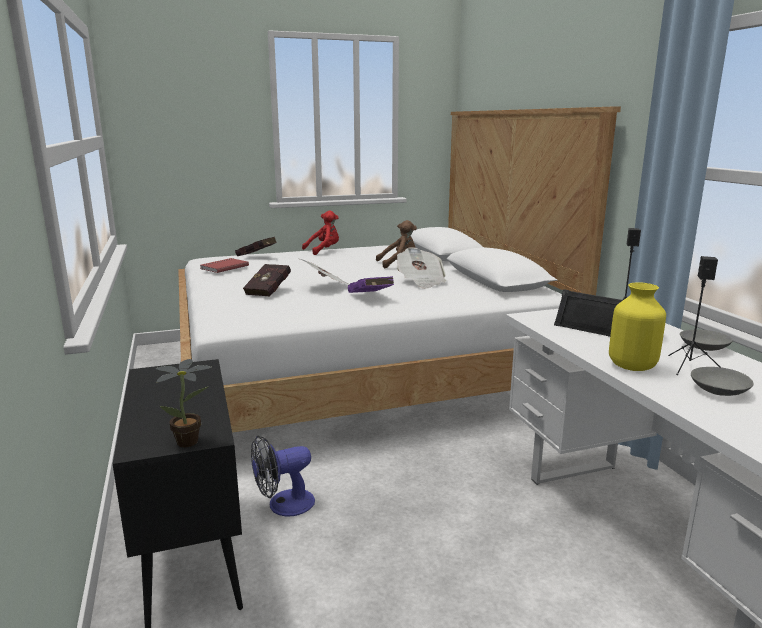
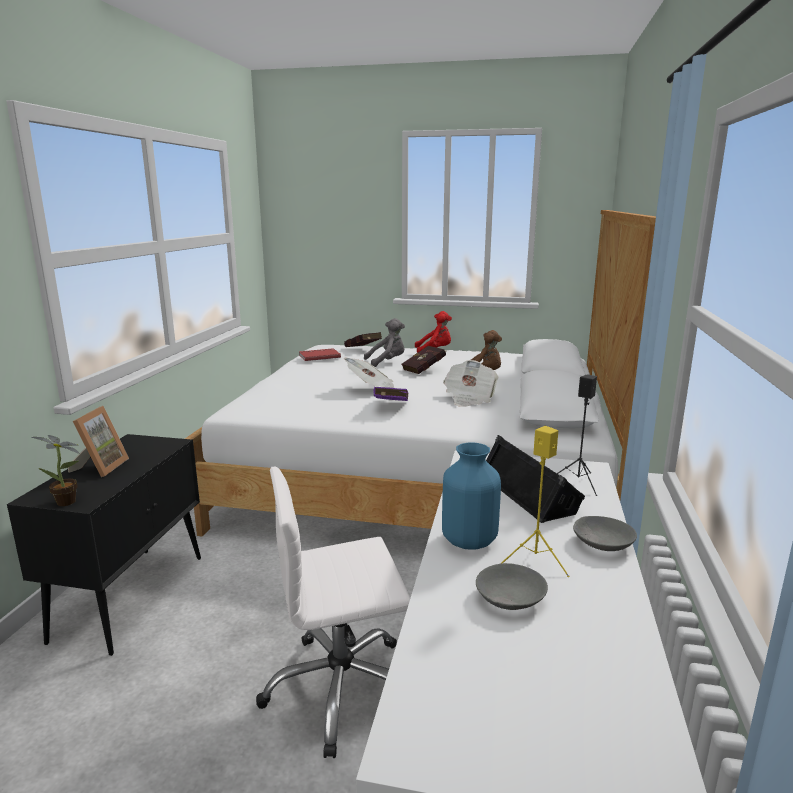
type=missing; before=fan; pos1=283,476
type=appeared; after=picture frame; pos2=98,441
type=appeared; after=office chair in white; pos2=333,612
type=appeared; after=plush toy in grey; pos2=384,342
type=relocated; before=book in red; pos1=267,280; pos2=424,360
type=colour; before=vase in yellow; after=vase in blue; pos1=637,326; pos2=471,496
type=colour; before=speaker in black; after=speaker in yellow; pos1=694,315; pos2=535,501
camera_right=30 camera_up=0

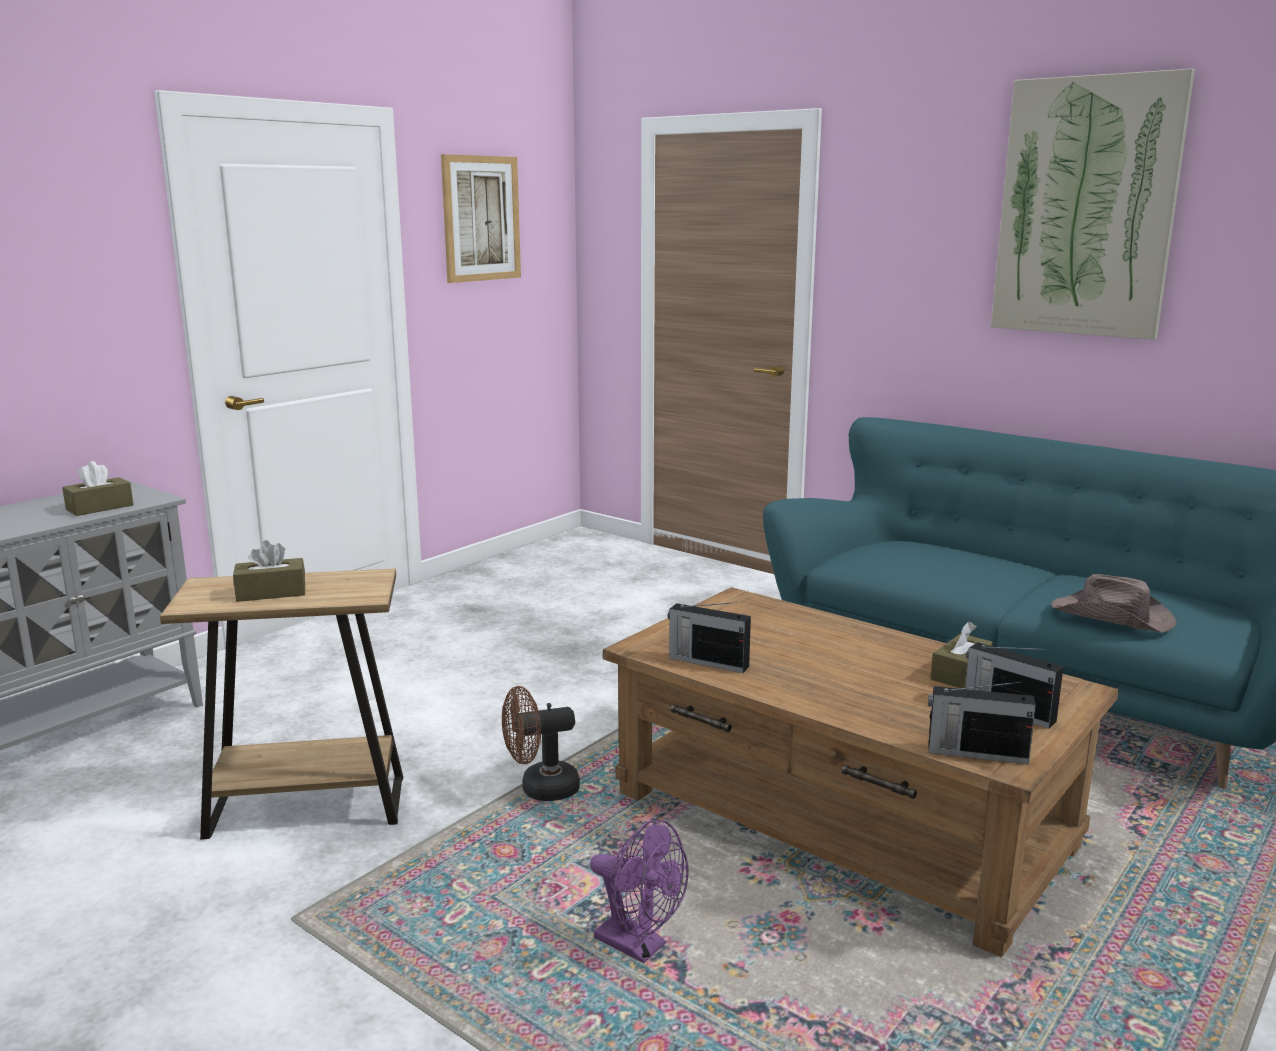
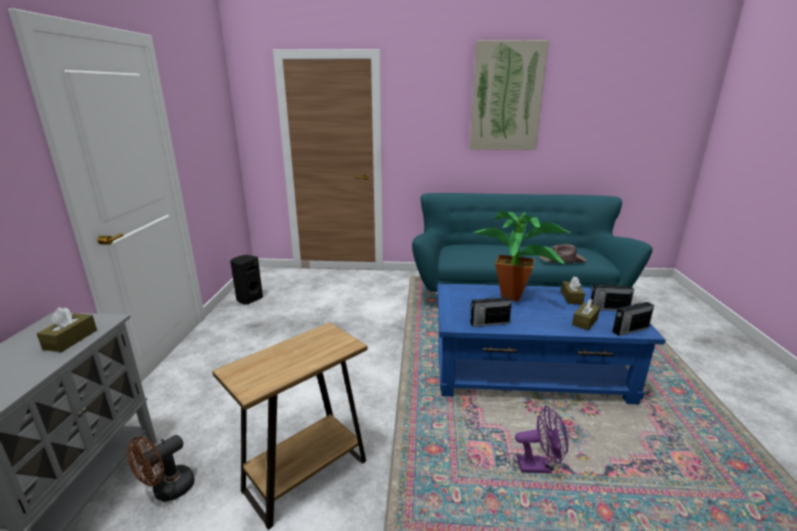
type=missing; before=picture; pos1=481,218
type=appeared; after=speaker in black; pos2=246,280
type=appeared; after=potted plant; pos2=522,256
type=relocated; before=tissue box in brown; pos1=269,571; pos2=586,314
type=relocated; before=fan in brown; pos1=541,743; pos2=161,468
type=colour; before=coffee table in brown; after=coffee table in blue; pos1=861,772; pos2=551,344
camera_right=-35 camera_up=5

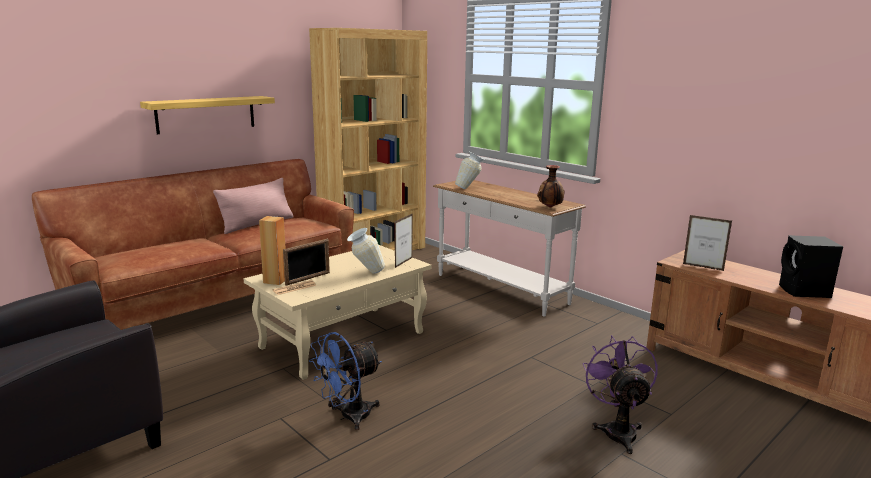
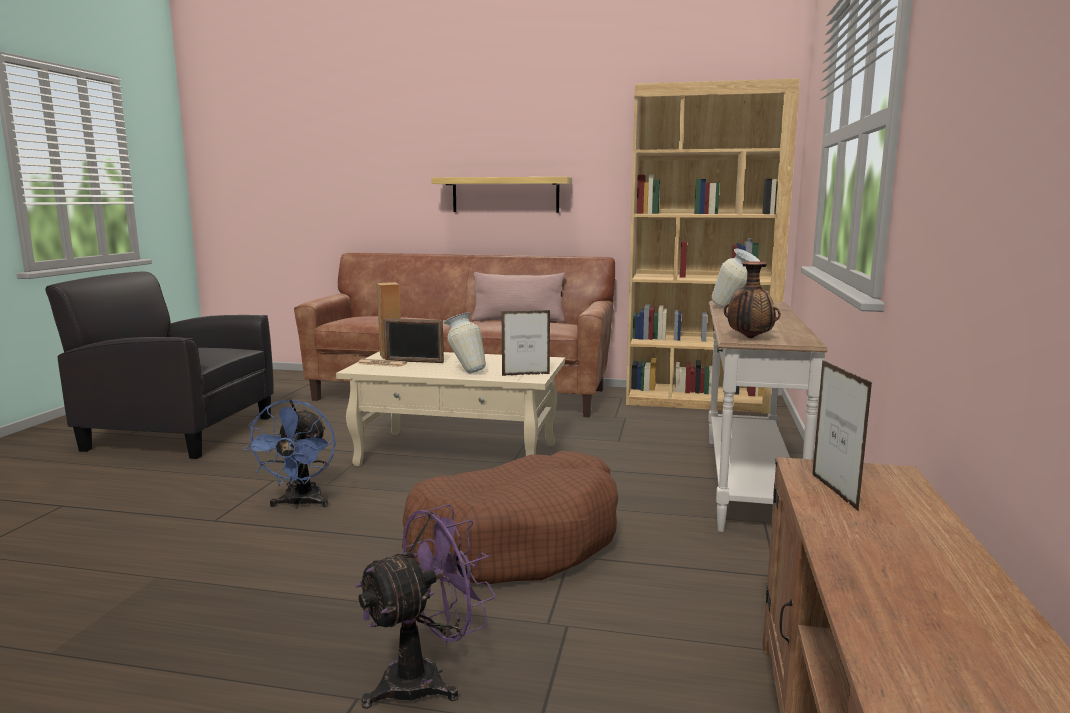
type=missing; before=speaker in black; pos1=811,266
type=appeared; after=dog bed in brown; pos2=510,517
type=spun; before=fan in blue; pos1=345,381; pos2=289,454; turn=-105
camera_right=55 camera_up=-5

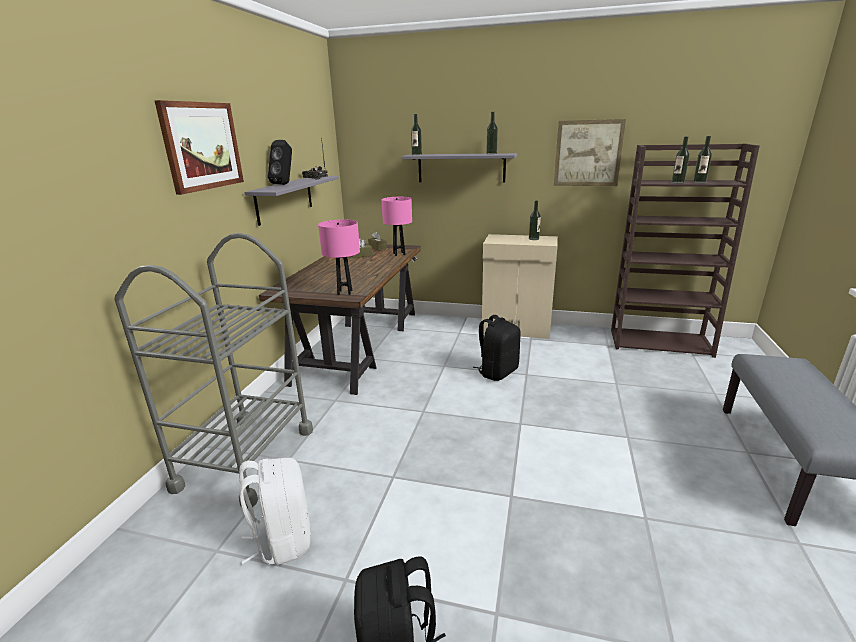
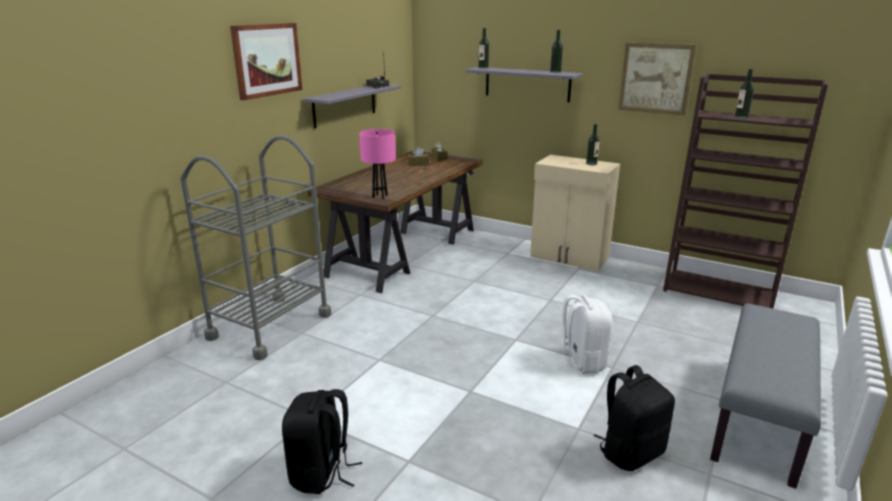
type=missing; before=speaker in black; pos1=280,162
type=missing; before=table lamp in pink; pos1=396,226
type=missing; before=bottle; pos1=702,159
type=relocated; before=backpack in white; pos1=275,511; pos2=581,334
type=relocated; before=backpack in black; pos1=497,348; pos2=634,418
camera_right=15 camera_up=0

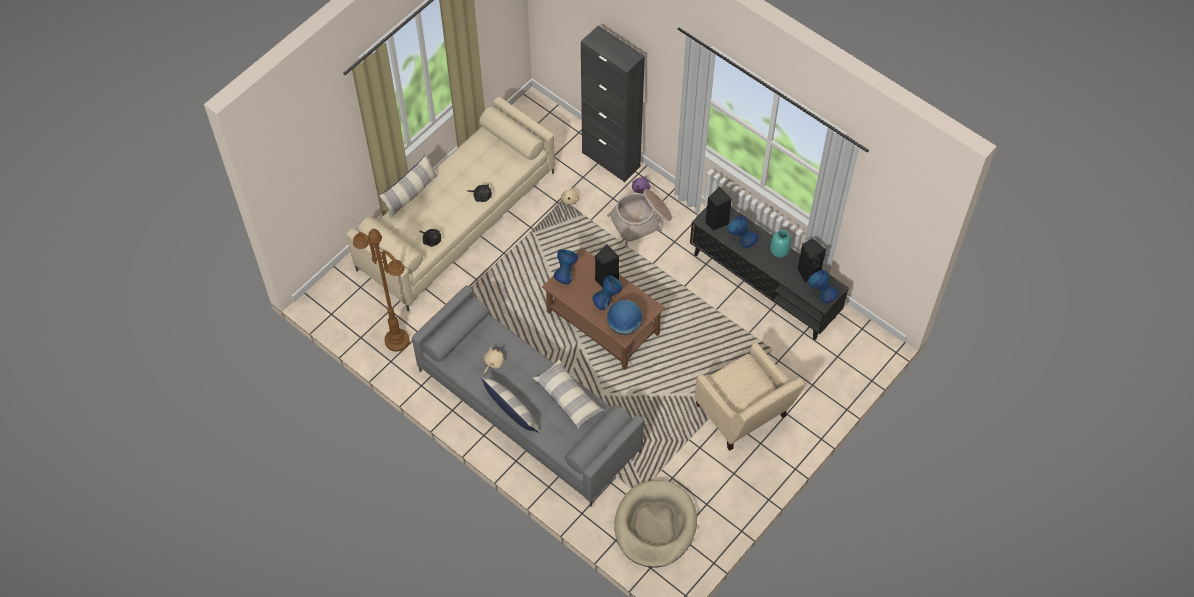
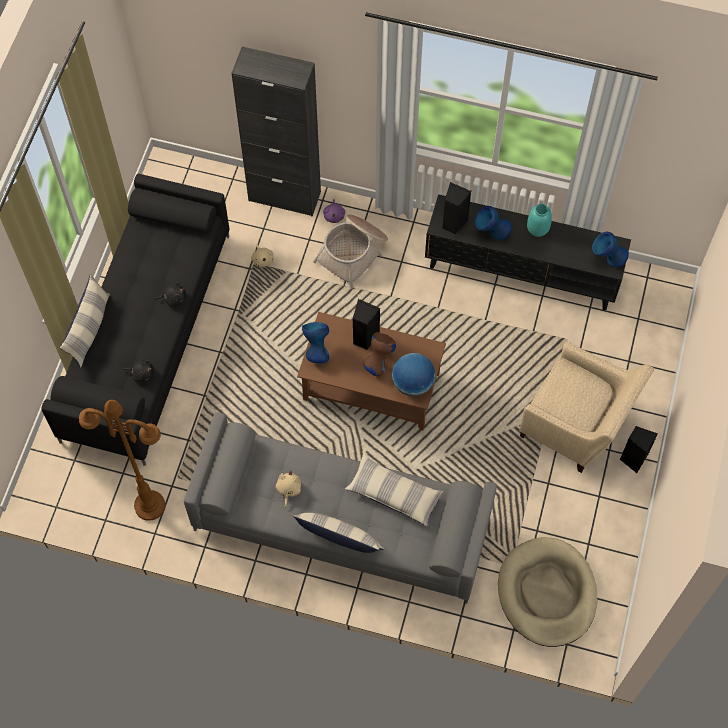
type=relocated; before=speaker in black; pos1=811,260; pos2=639,449
type=colour; before=sofa in beige; after=sofa in black; pos1=450,204; pos2=135,320
type=colour; before=vase in blue; after=vase in brown; pos1=608,292; pos2=379,354
camera_right=-25 camera_up=5

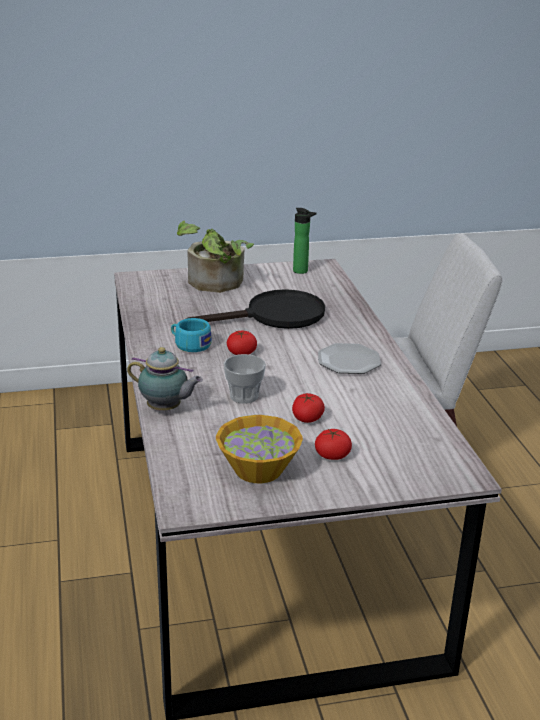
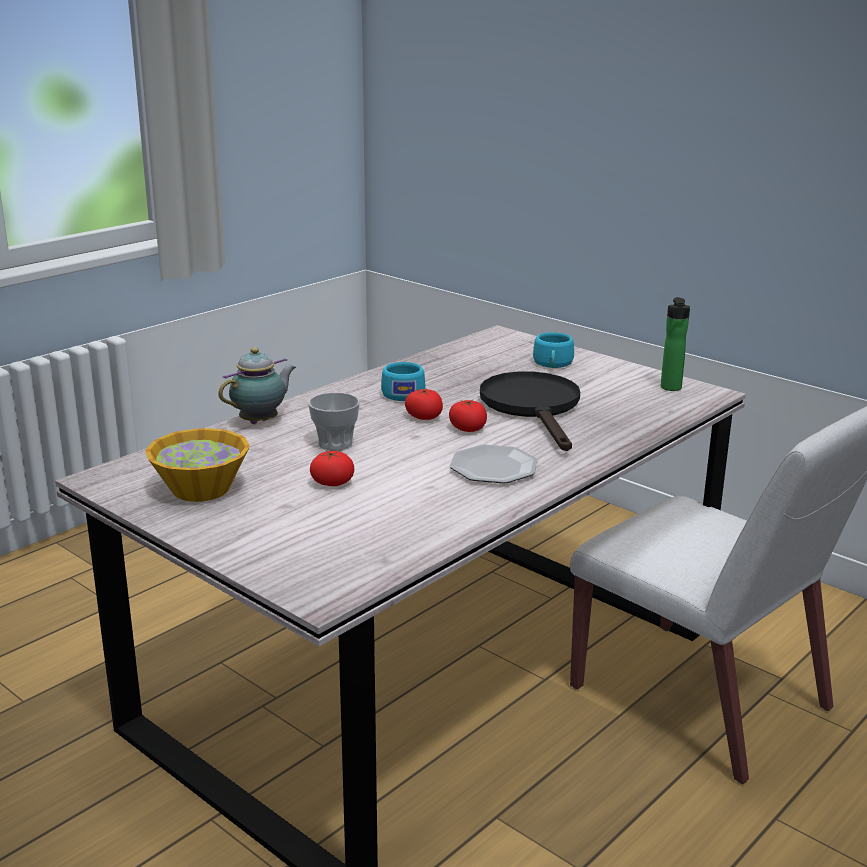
type=relocated; before=tomato; pos1=333,444; pos2=468,416
type=exchanged; before=potted plant; after=cup in turquoise; pos1=215,257; pos2=553,350
type=spun; before=teapot; pos1=165,379; pos2=257,385; turn=-120
type=spun; before=frying pan in black; pos1=255,309; pos2=530,411; turn=-135
camera_right=55 camera_up=-5

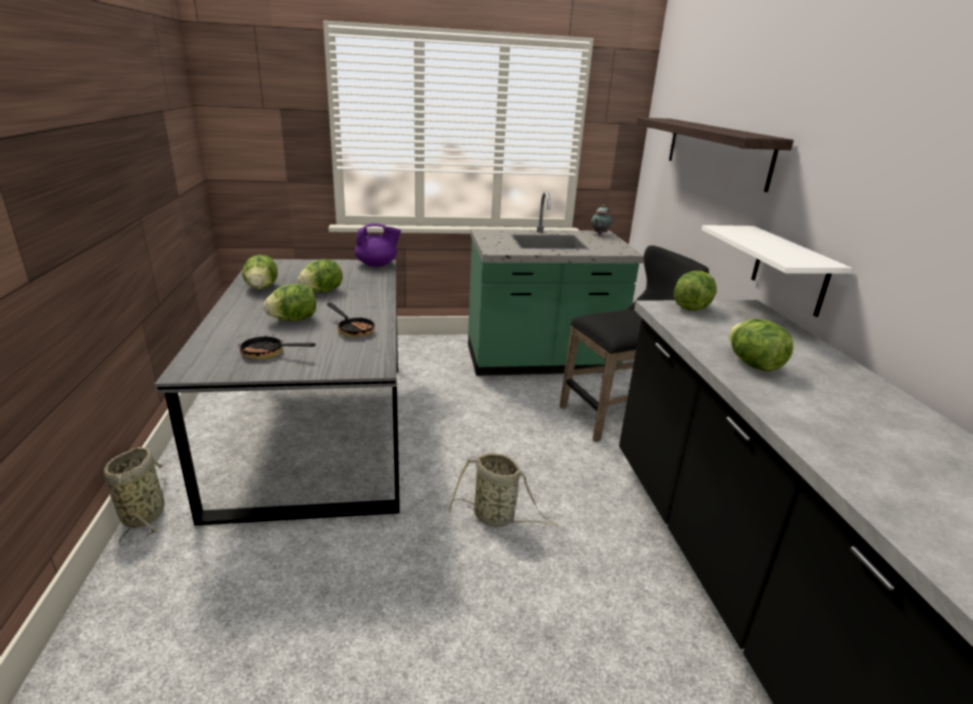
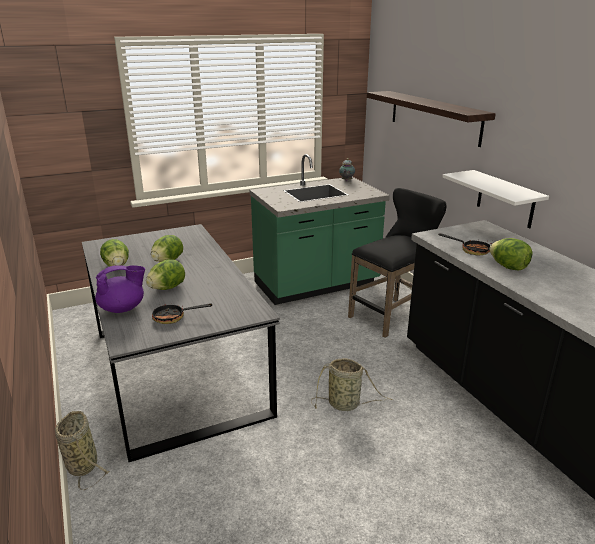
type=missing; before=lettuce; pos1=695,291
type=relocated; before=frying pan; pos1=351,320; pos2=465,244
type=relocated; before=teapot in purple; pos1=377,245; pos2=120,289
camera_right=-15 camera_up=0

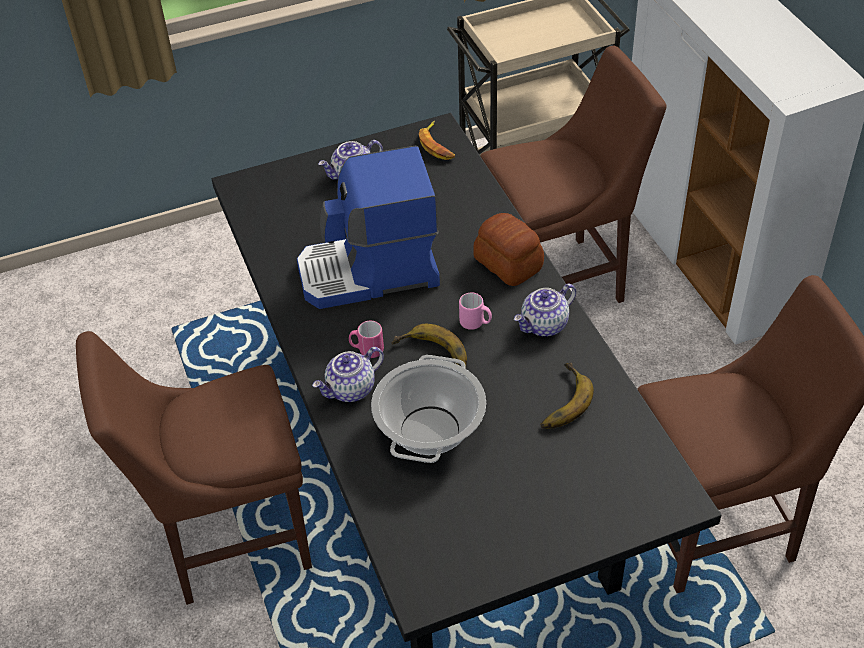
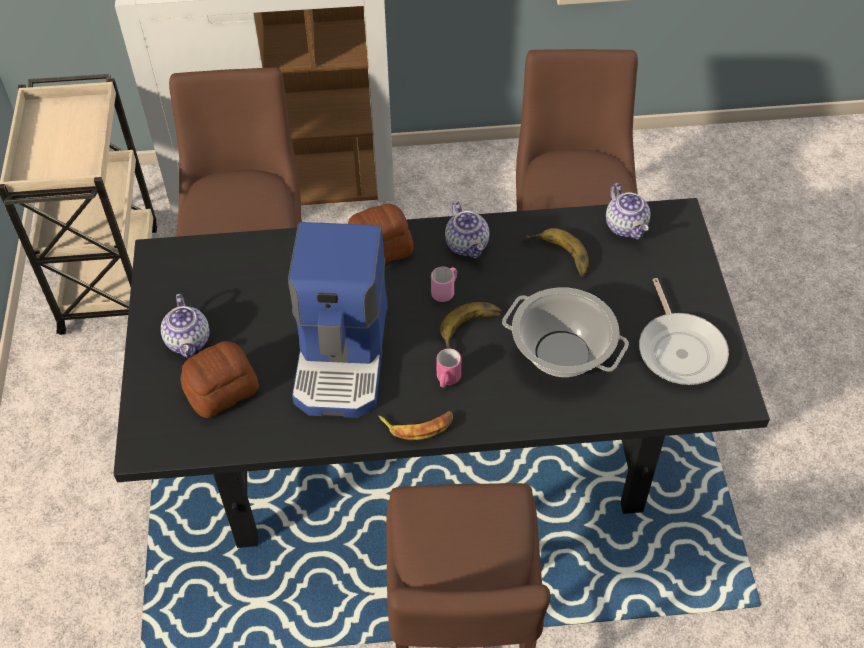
type=appeared; after=bread; pos2=220,379
type=appeared; after=frying pan; pos2=684,331
type=relocated; before=teapot; pos1=348,374; pos2=628,211
type=relocated; before=banana; pos1=437,140; pos2=415,425
camera_right=-75 camera_up=5

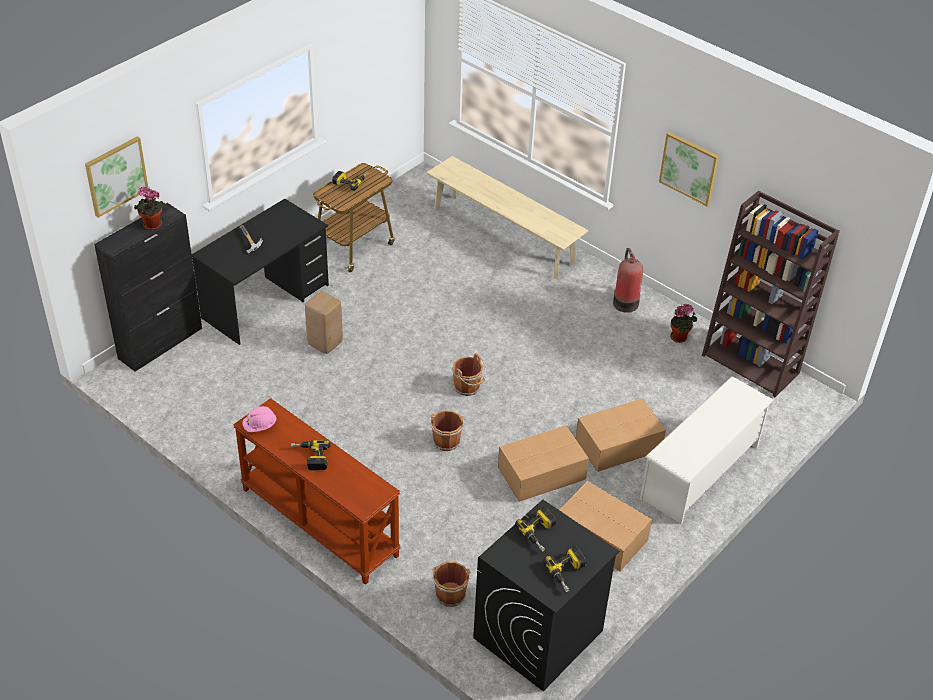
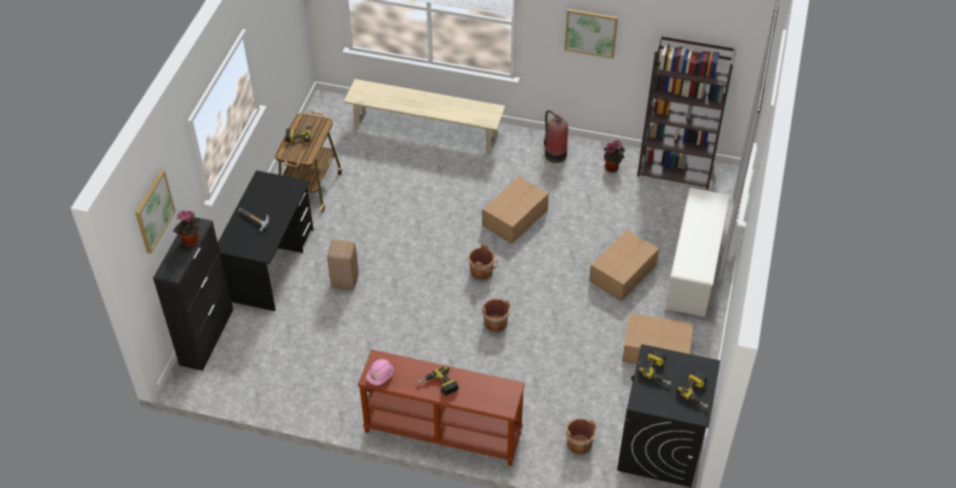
type=relocated; before=cardboard box; pos1=543,463; pos2=515,210
camera_right=-25 camera_up=5

